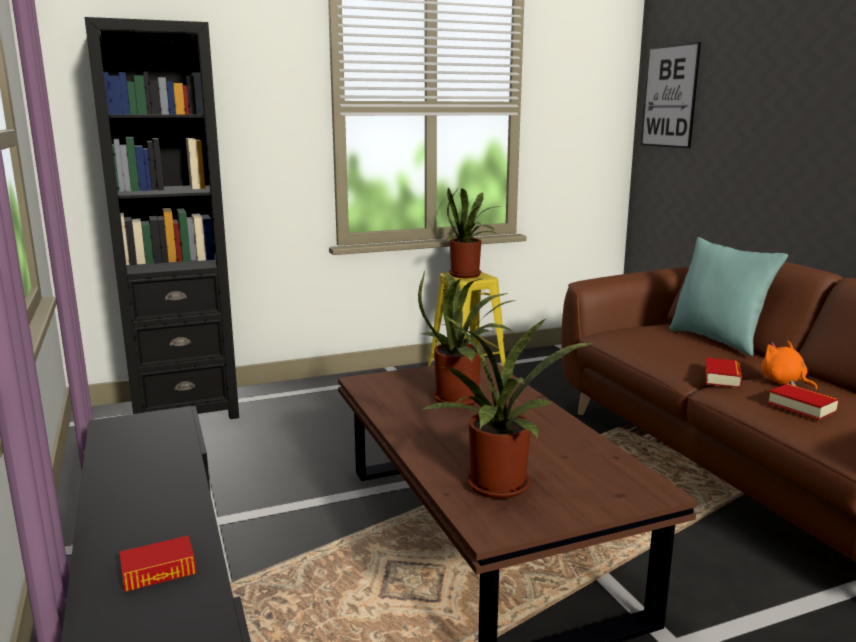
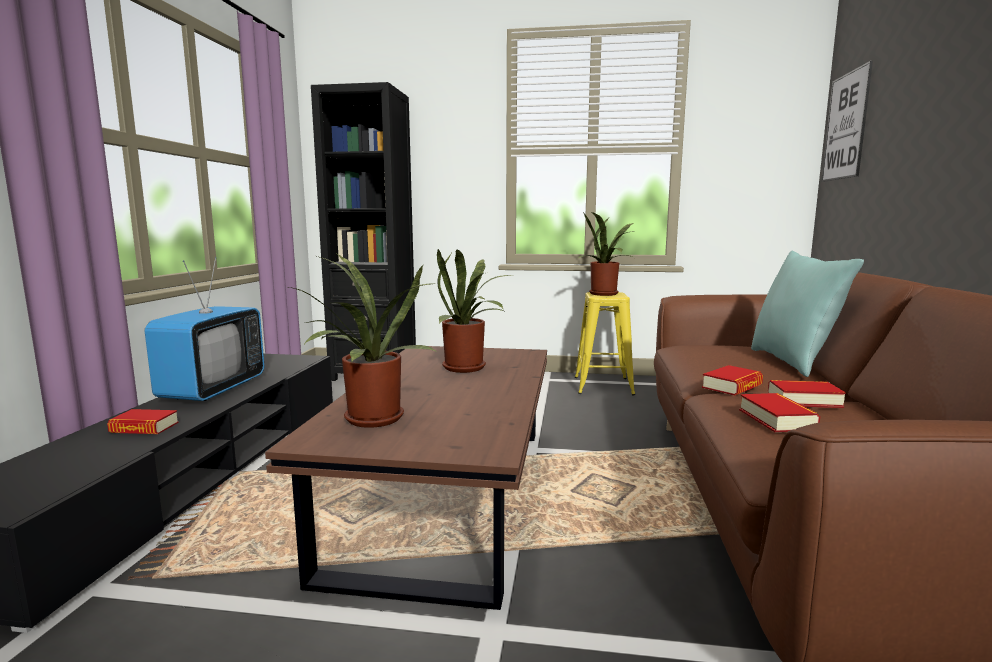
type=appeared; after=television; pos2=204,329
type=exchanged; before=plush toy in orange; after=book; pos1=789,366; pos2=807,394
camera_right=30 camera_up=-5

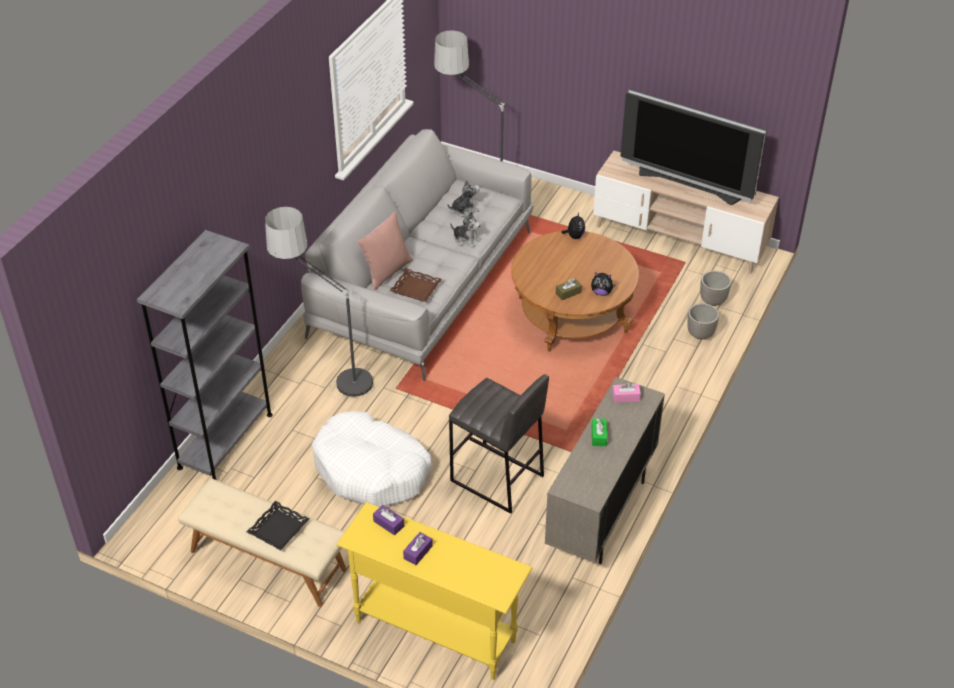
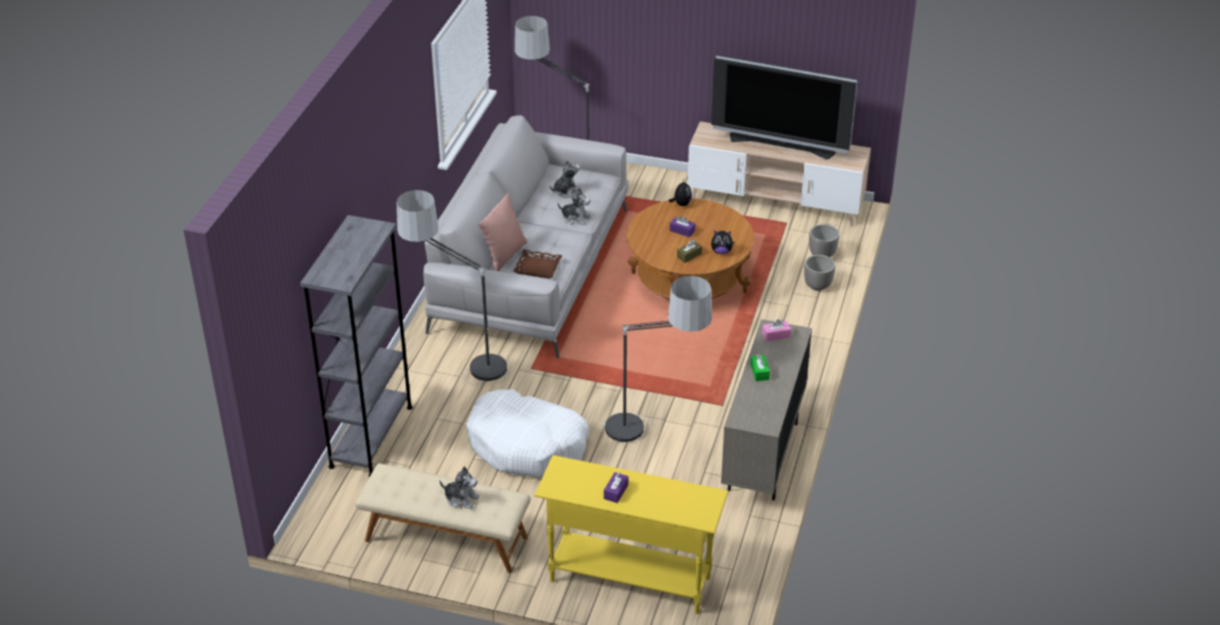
type=relocated; before=tissue box in purple; pos1=388,520; pos2=682,226
type=exchanged; before=tray in black; after=plush toy; pos1=278,525; pos2=459,488
type=exchanged; before=stool in grey; after=floor lamp; pos1=499,444; pos2=657,359
camera_right=-10 camera_up=-5

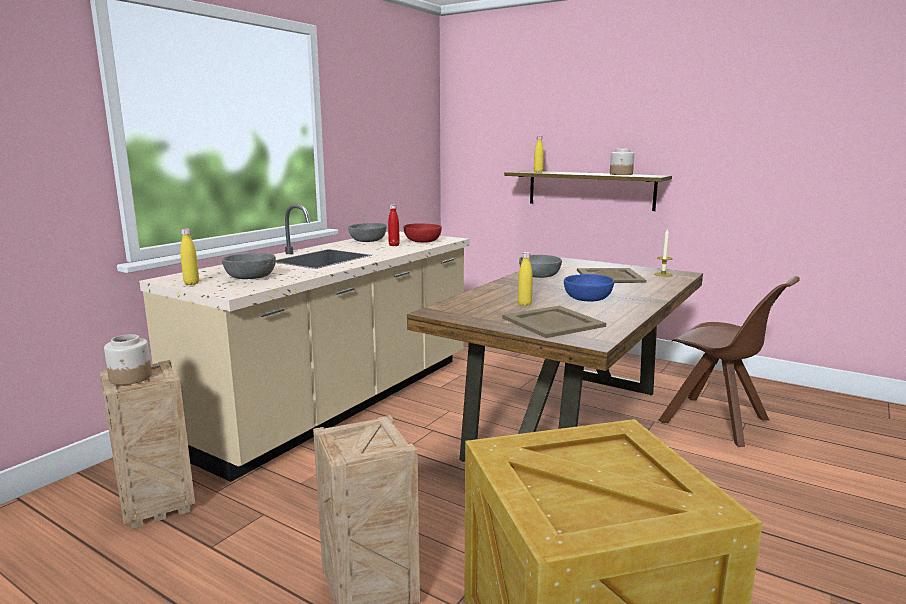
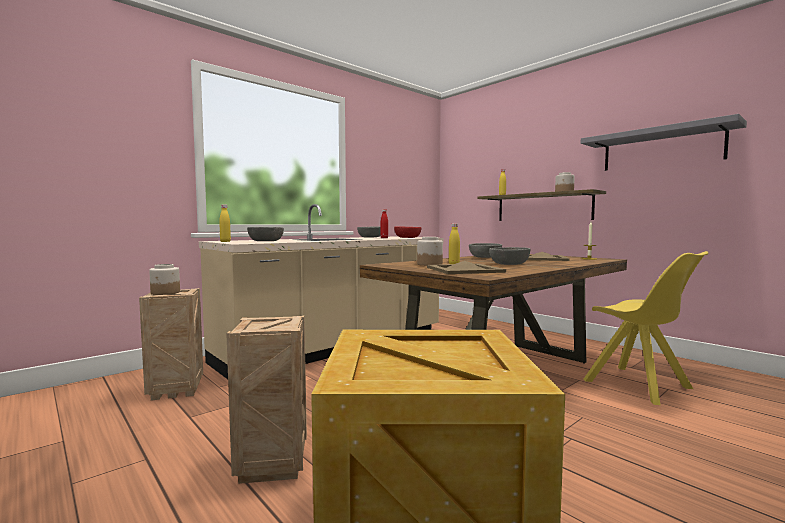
type=appeared; after=jar; pos2=430,251
type=appeared; after=shelf in grey; pos2=664,142
type=colour; before=bowl in blue; after=bowl in grey; pos1=589,287; pos2=509,256
type=colour; before=chair in brown; after=chair in yellow; pos1=729,361; pos2=646,328
camera_right=15 camera_up=-10

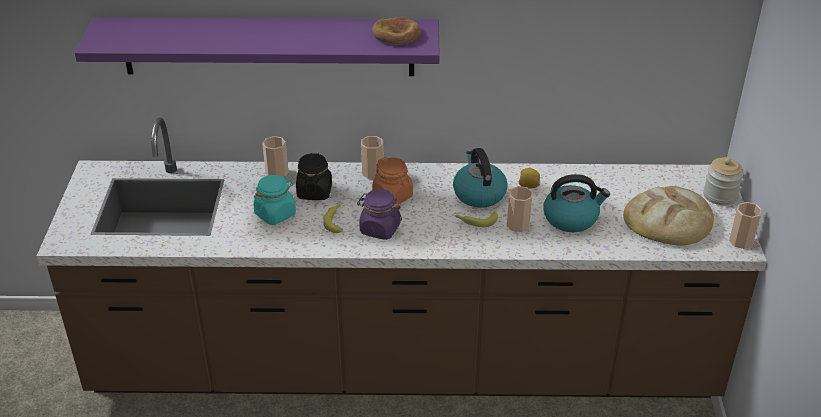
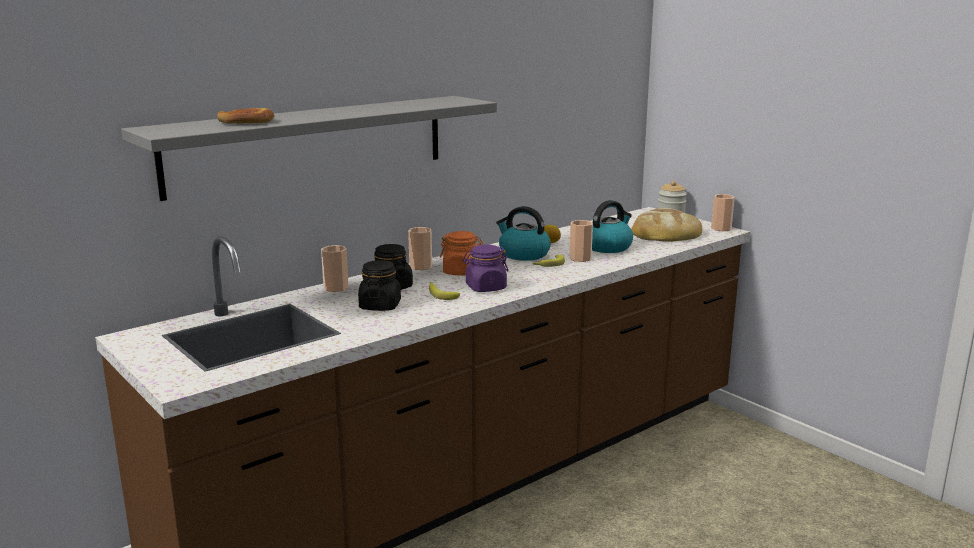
type=relocated; before=bread; pos1=396,30; pos2=245,116
type=colour; before=shelf in purple; after=shelf in grey; pos1=257,46; pos2=309,148
type=colour; before=jar in turquoise; after=jar in black; pos1=274,200; pos2=379,285
camera_right=-40 camera_up=-20

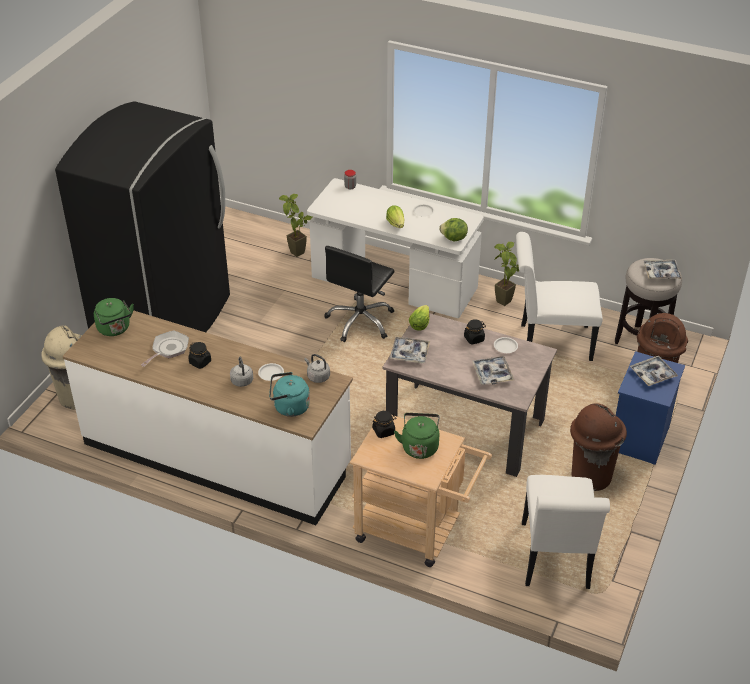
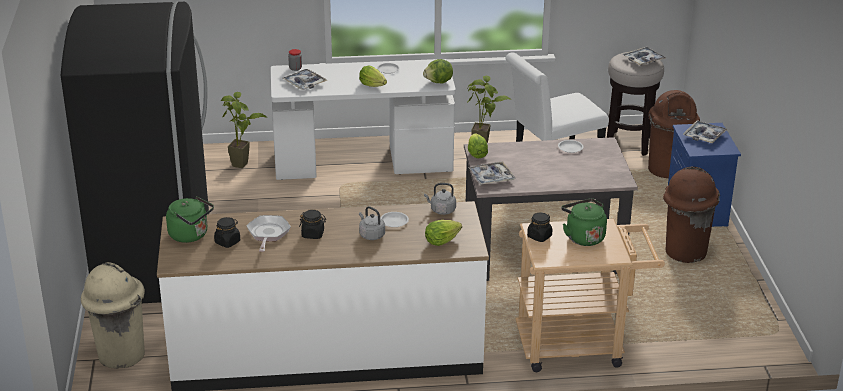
type=missing; before=office chair in black; pos1=359,294
type=missing; before=chair in white; pos1=566,532
type=relocated; before=jar in black; pos1=475,332; pos2=227,232
type=relocated; before=tray; pos1=493,370; pos2=305,79
type=exchanged; before=kettle in turquoise; after=lettuce; pos1=289,394; pos2=443,233
camera_right=-30 camera_up=-10

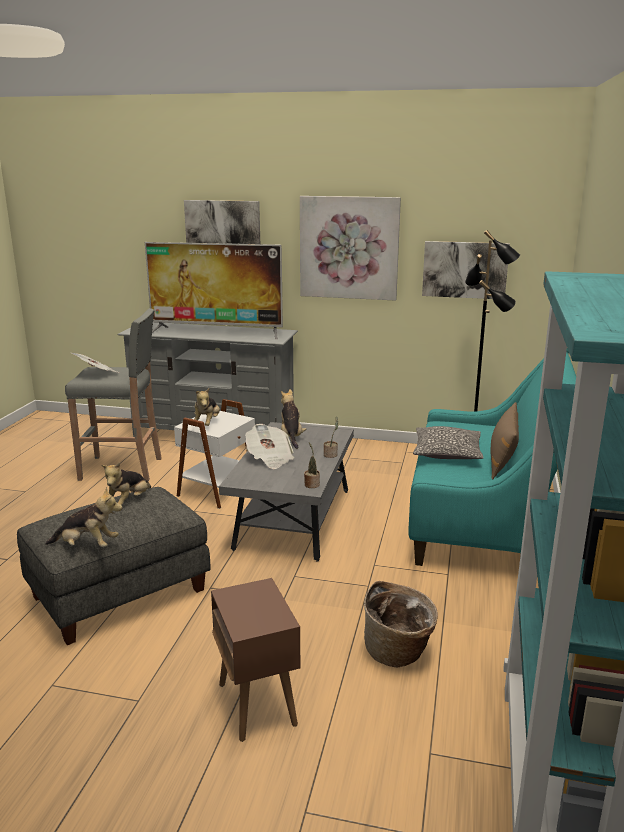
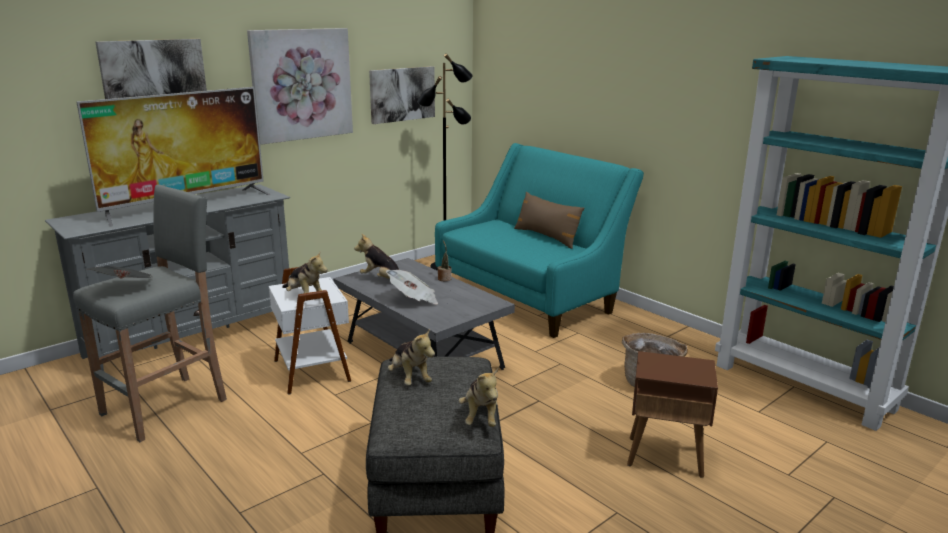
type=missing; before=potted plant; pos1=312,465
type=missing; before=pillow; pos1=448,442
type=spun; before=plush toy; pos1=84,517; pos2=478,397; turn=135
camera_right=-55 camera_up=0

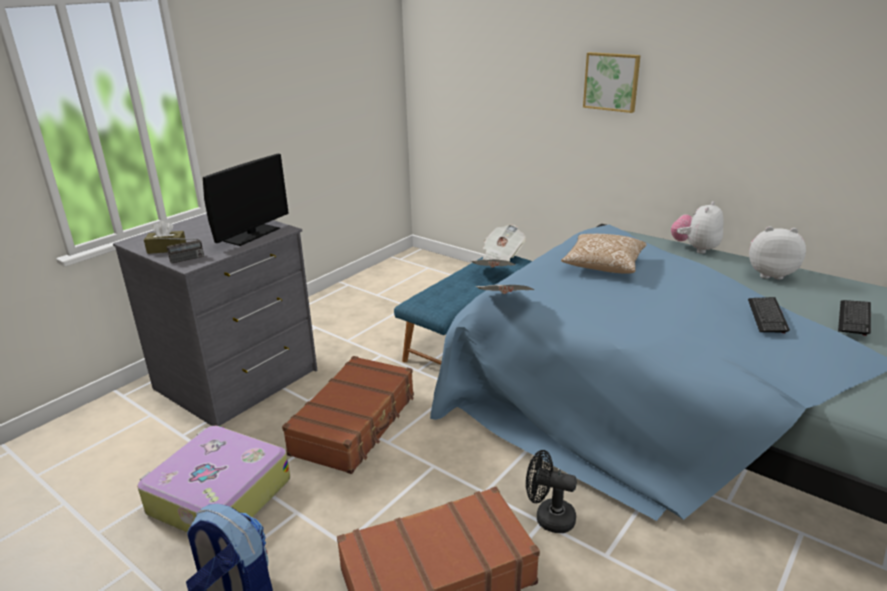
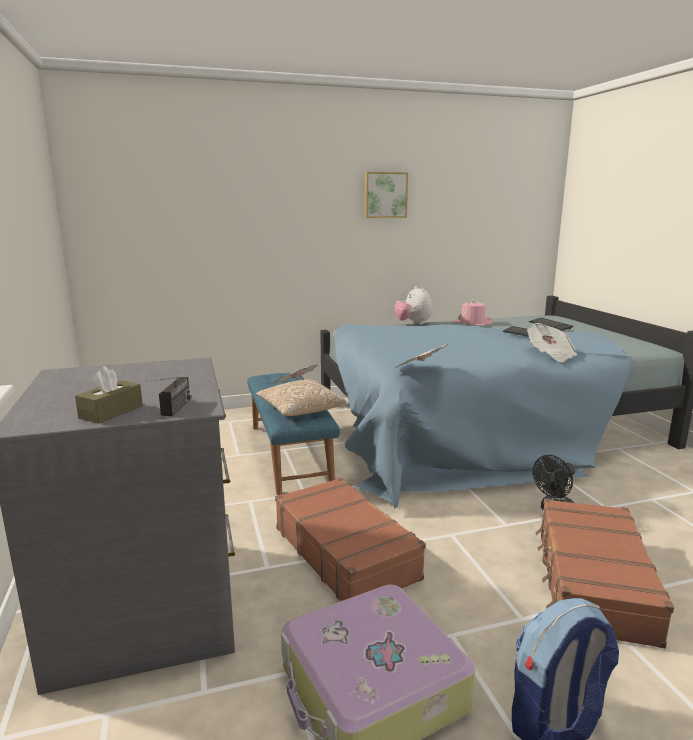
type=missing; before=monitor; pos1=246,200
type=relocated; before=newspaper; pos1=504,243; pos2=552,342
type=relocated; before=pillow; pos1=604,254; pos2=301,397
type=relocated; before=picture; pos1=612,82; pos2=386,195
type=exchanged; before=plush toy; after=hat in pink; pos1=777,253; pos2=473,313
camera_right=-55 camera_up=-10

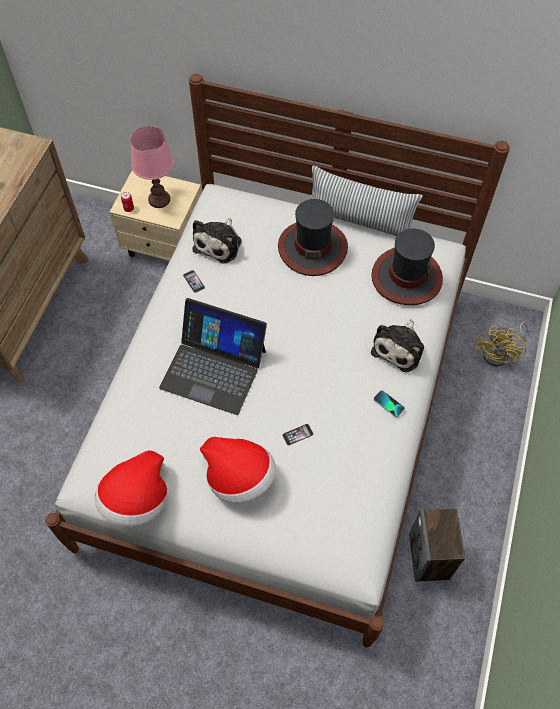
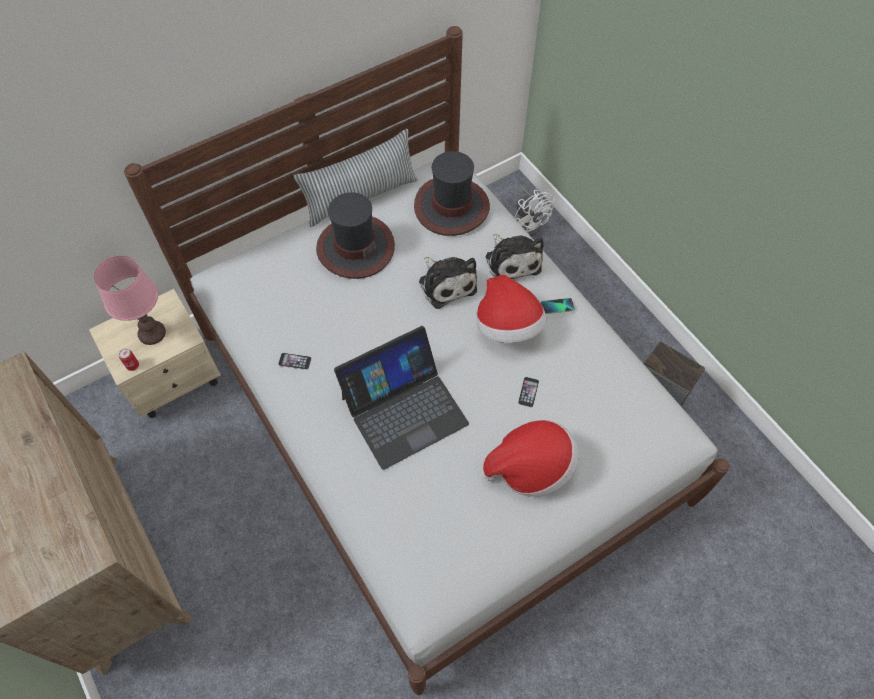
type=relocated; before=hat; pos1=131,488; pos2=511,309
type=relocated; before=plush toy; pos1=217,240; pos2=448,283
type=colour; before=fan in yellow; after=fan in white; pos1=502,344; pos2=534,211
camera_right=-50 camera_up=0

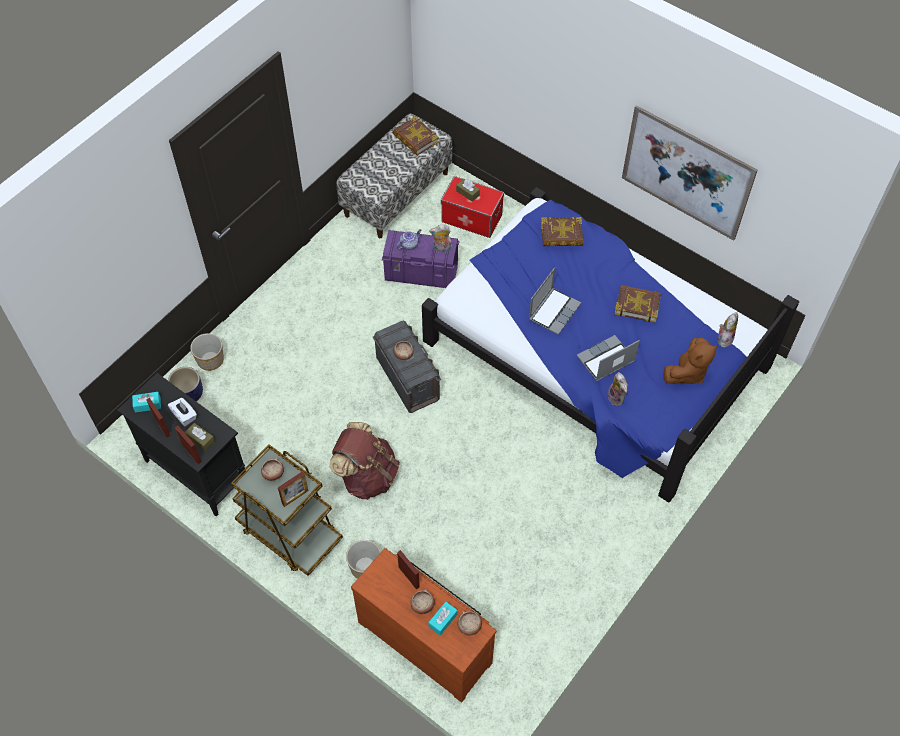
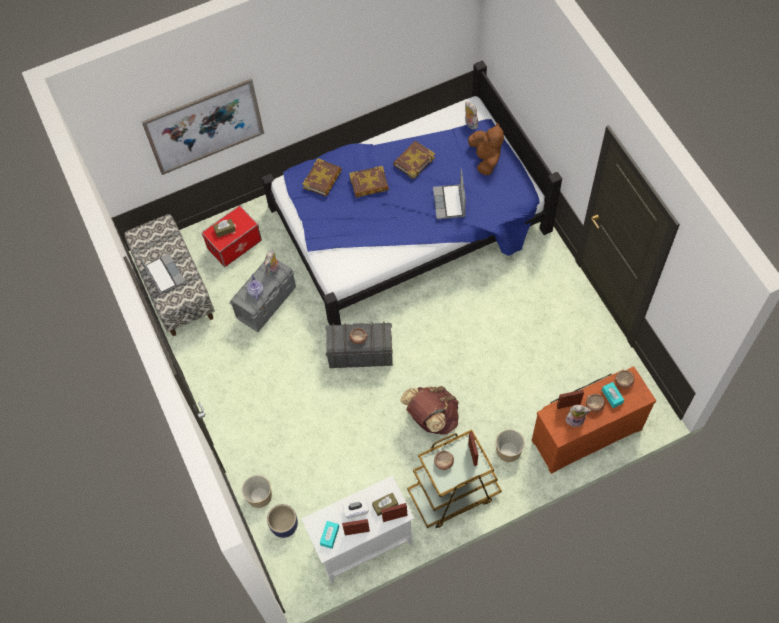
type=relocated; before=book; pos1=416,135; pos2=369,181
type=relocated; before=laptop; pos1=555,301; pos2=161,273
type=relocated; before=plush toy; pos1=618,389; pos2=578,416
type=relocated; before=picture; pos1=690,173; pos2=203,126
type=colour; before=cabinet in black; after=cabinet in white; pos1=181,444; pos2=357,530
type=colour; before=storage box in purple; after=storage box in grey; pos1=421,259; pos2=262,296
camera_right=-60 camera_up=5

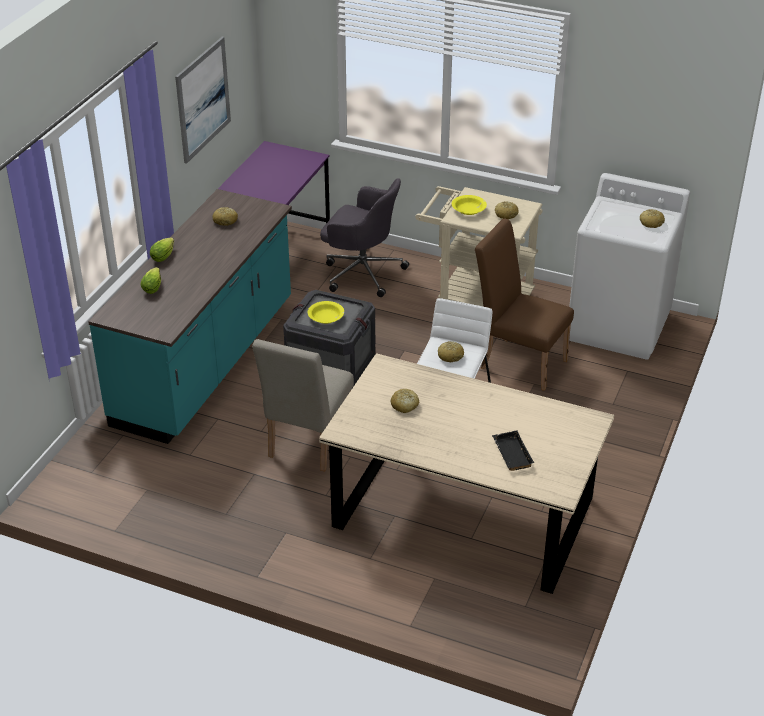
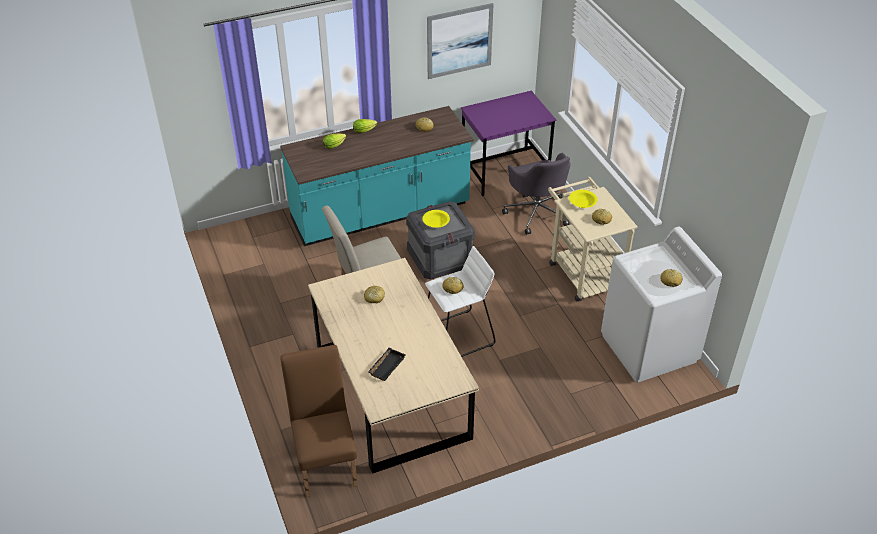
type=relocated; before=chair in brown; pos1=524,305; pos2=319,421
camera_right=45 camera_up=5

